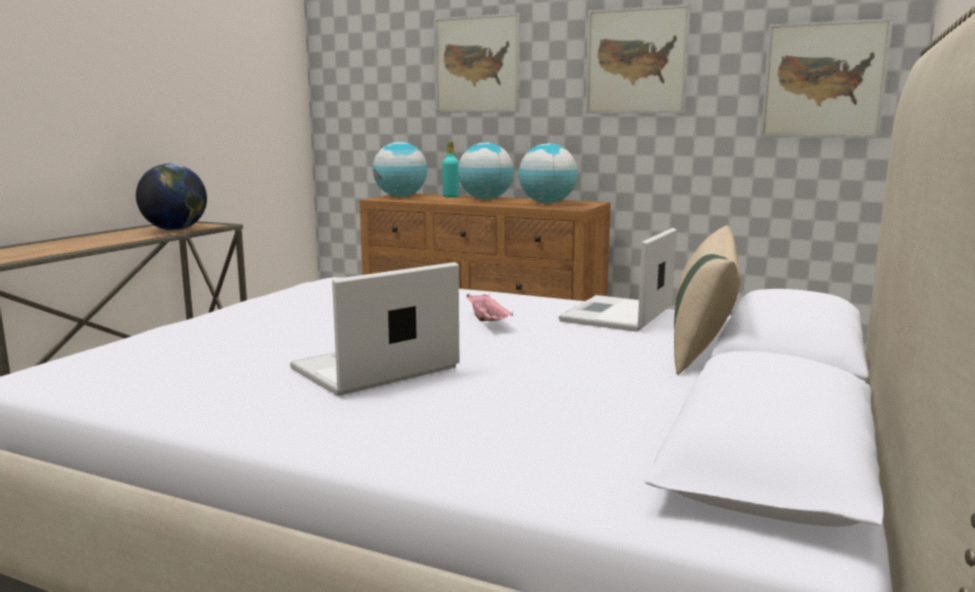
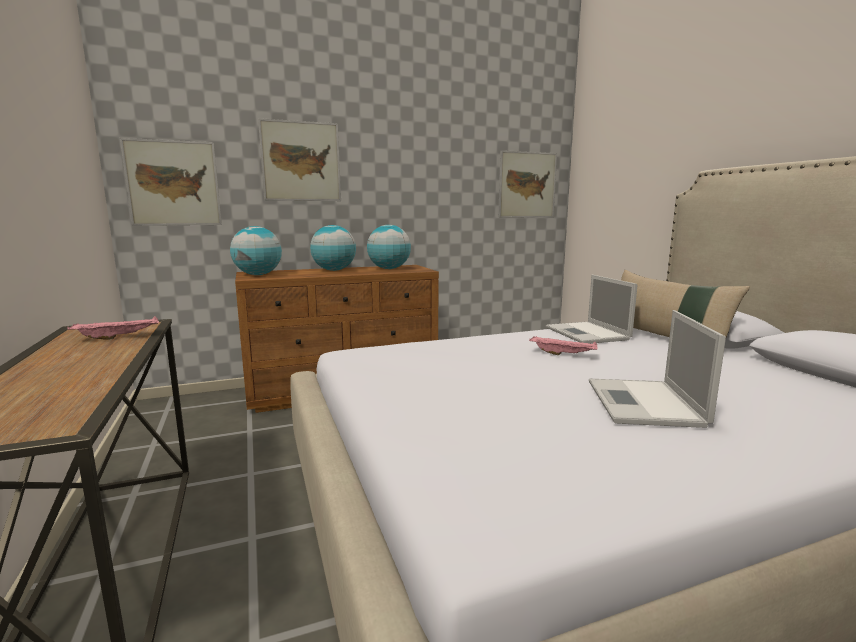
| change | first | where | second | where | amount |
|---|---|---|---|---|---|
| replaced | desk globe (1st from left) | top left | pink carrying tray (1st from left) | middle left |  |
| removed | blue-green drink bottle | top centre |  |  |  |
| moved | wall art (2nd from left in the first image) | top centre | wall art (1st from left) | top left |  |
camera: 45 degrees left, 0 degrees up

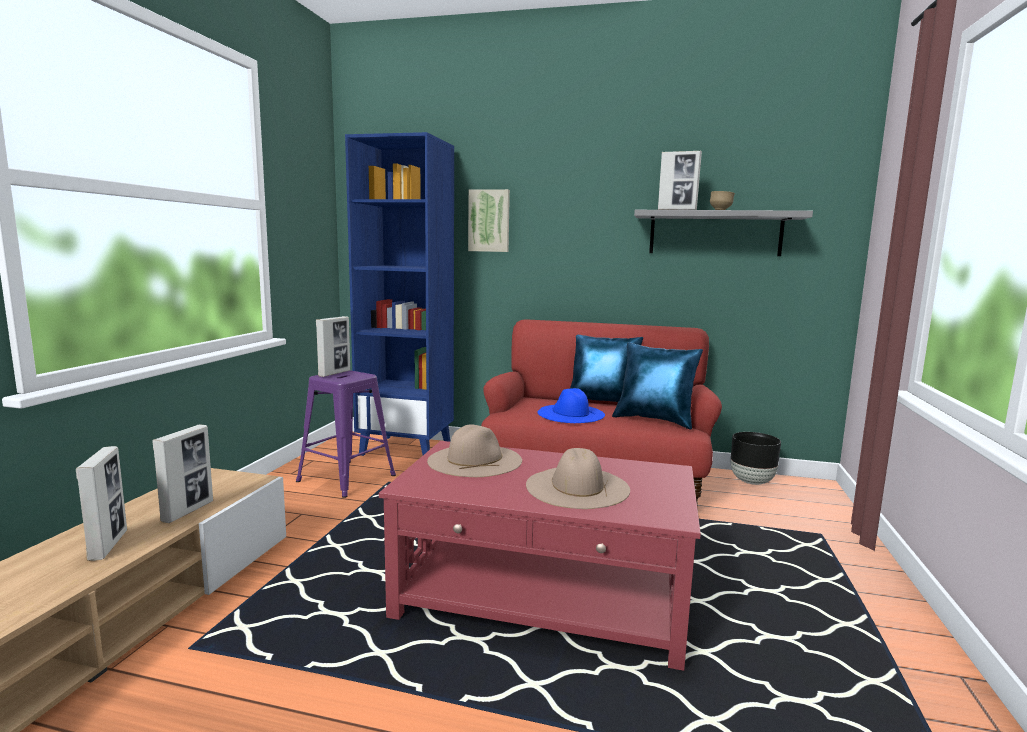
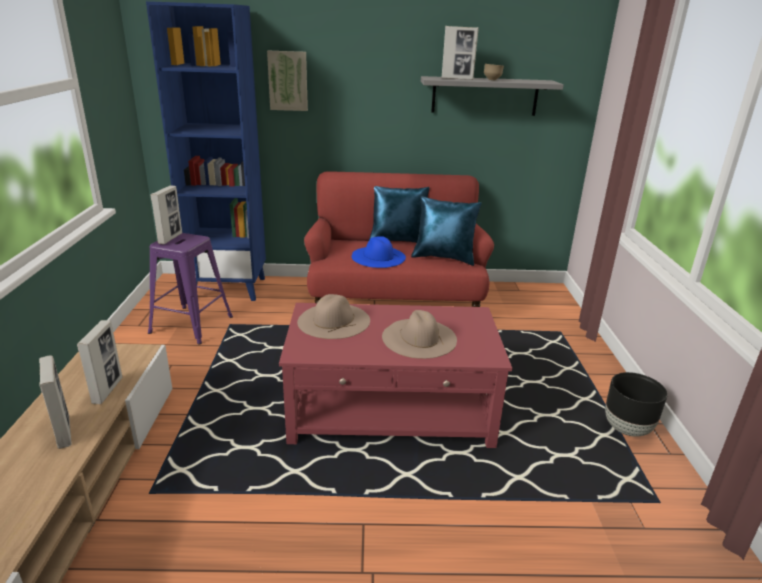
| change | first | where | second | where | amount |
|---|---|---|---|---|---|
| moved | black-coloured plant pot | middle right |  | bottom right |  |
camera: 15 degrees left, 15 degrees up

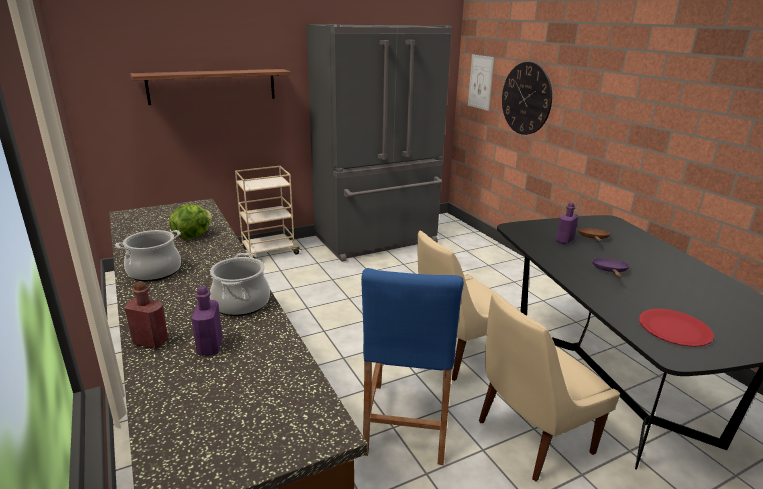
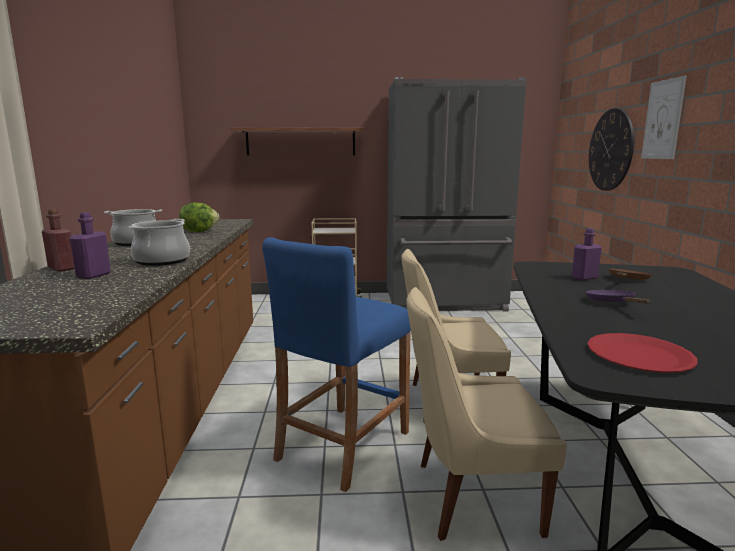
| change | first | where | second | where | amount |
|---|---|---|---|---|---|
| moved | wall art | top centre |  | top right |  |
| turned | purplish frying pan | middle right |  | middle right | 45 degrees counterclockwise |
camera: 25 degrees right, 10 degrees down

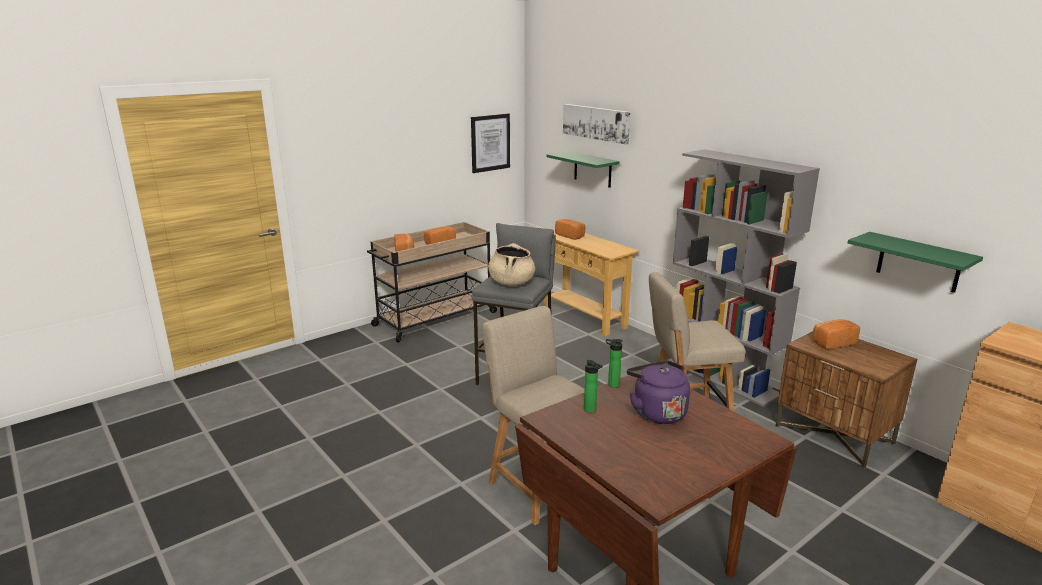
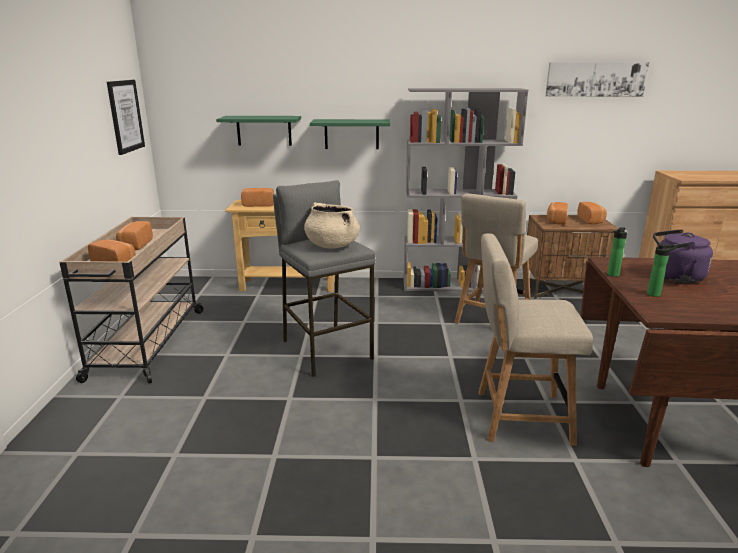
| change | first | where | second | where | amount |
|---|---|---|---|---|---|
| moved | wall art (2nd from left) | top centre |  | top right |  |
| moved | greenish wall shelf (2nd from left) | middle right |  | top centre |  |
| added |  |  | bread (5th from left) | middle right |  |
camera: 50 degrees left, 0 degrees up

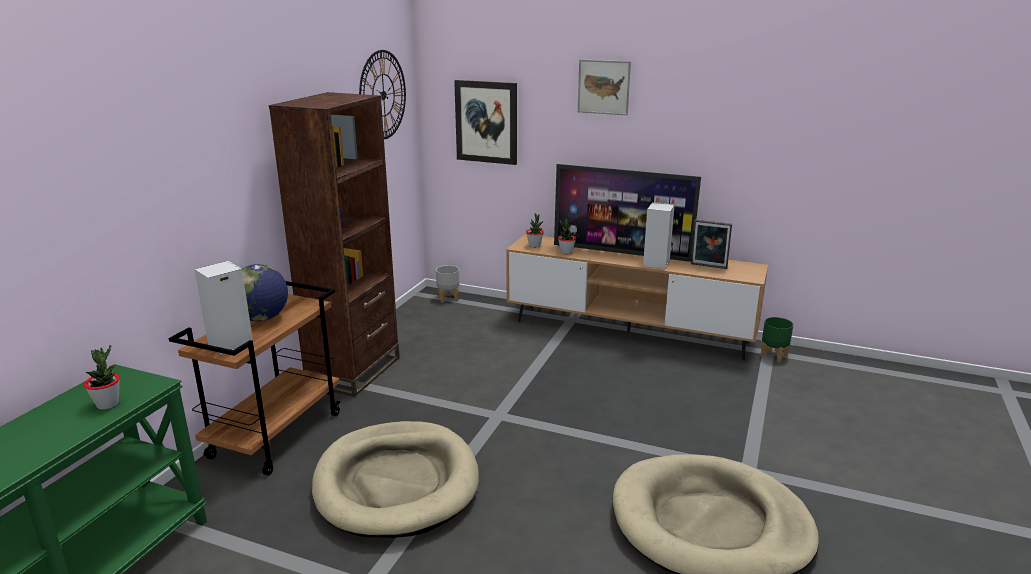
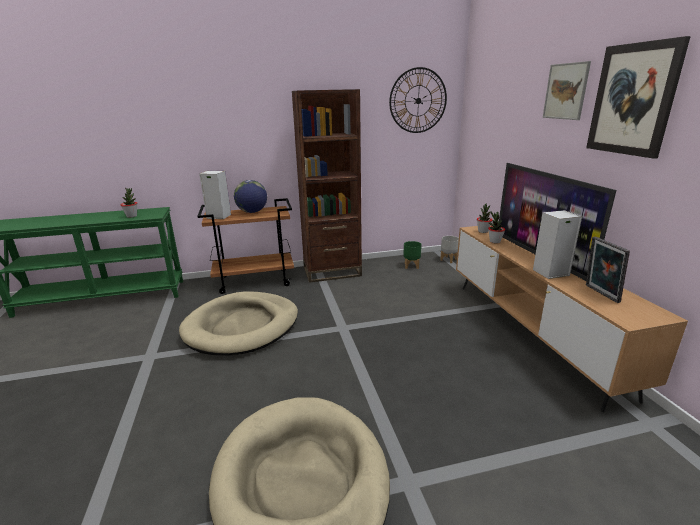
| change | first | where | second | where | amount |
|---|---|---|---|---|---|
| moved | wall art (1st from left in the first image) | top centre | wall art (2nd from left) | top right |  |
| moved | greenish plant pot | middle right |  | centre |  |
camera: 55 degrees right, 0 degrees up

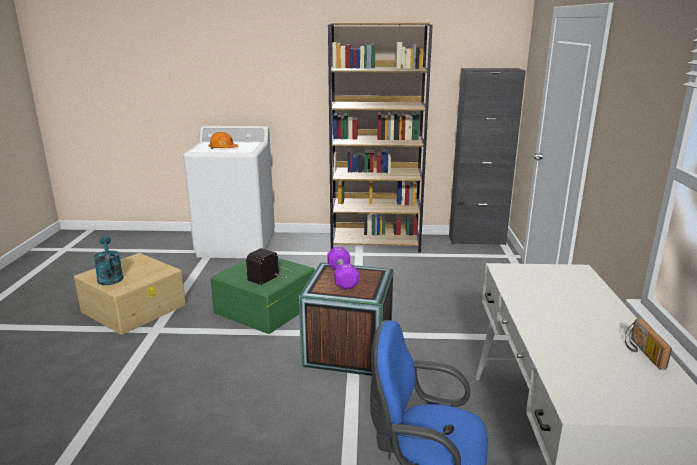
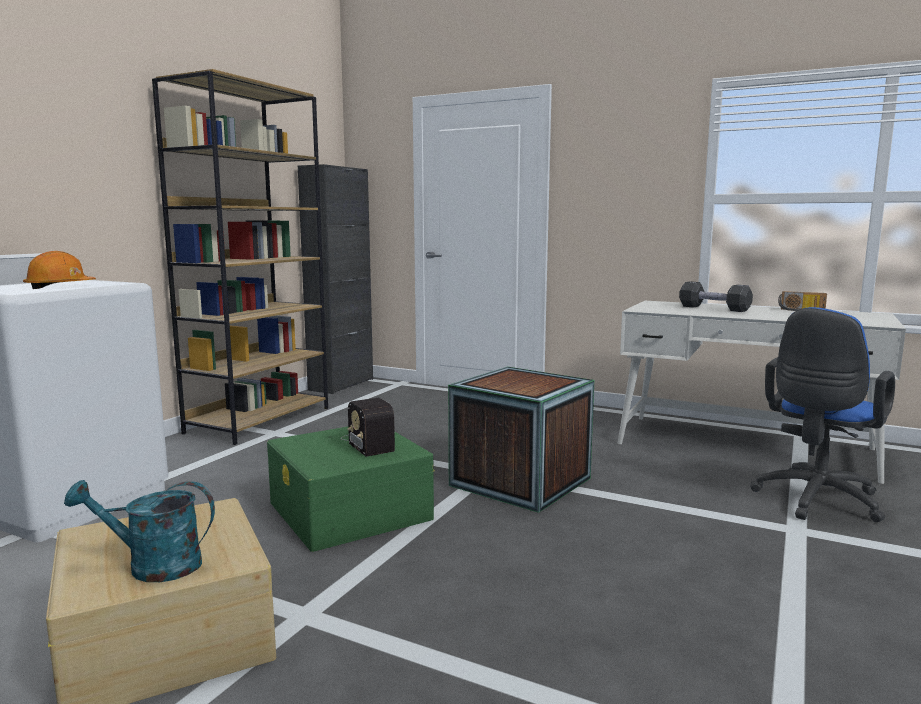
| change | first | where | second | where | amount |
|---|---|---|---|---|---|
| removed | purplish dumbbell | centre |  |  |  |
| added |  |  | black-coloured dumbbell | middle right |  |
camera: 65 degrees left, 10 degrees down

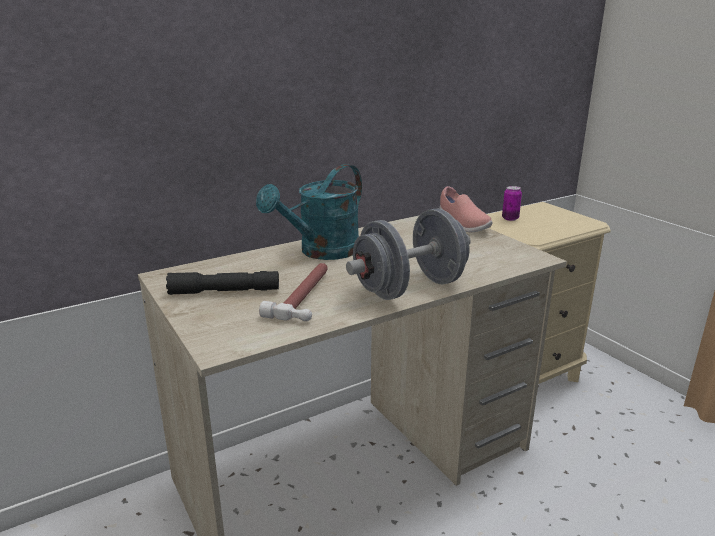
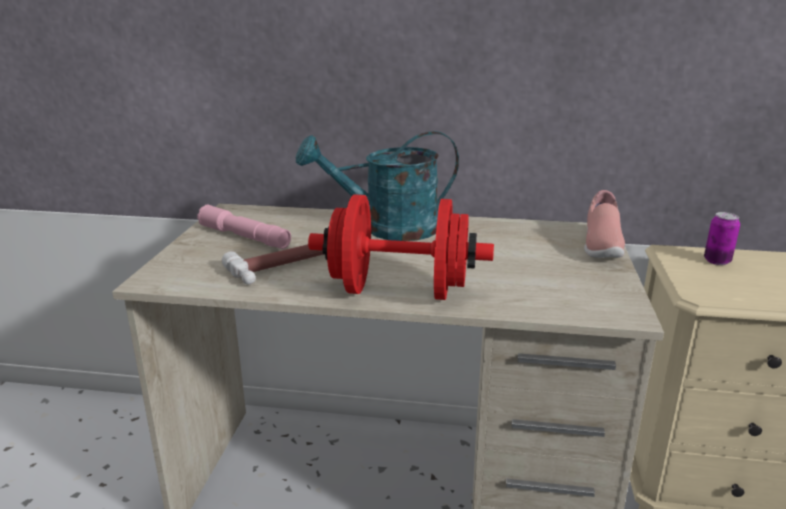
| change | first | where | second | where | amount |
|---|---|---|---|---|---|
| recoloured | black-coloured flashlight | middle left | pink flashlight | middle left |  |
| recoloured | grey dumbbell | centre | red dumbbell | centre |  |
camera: 40 degrees right, 0 degrees up

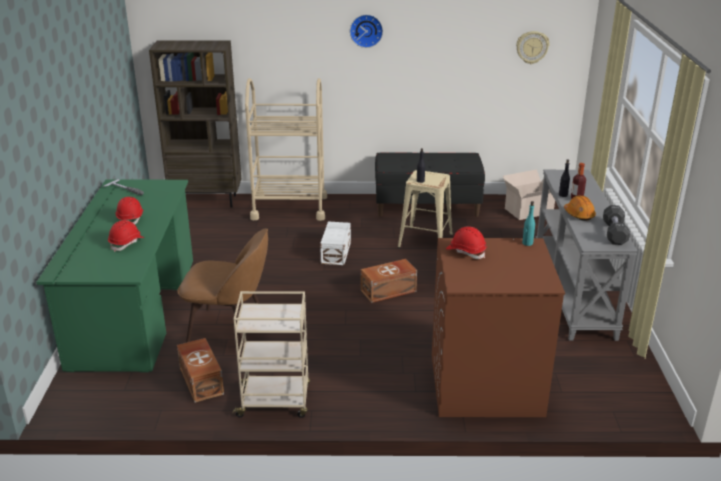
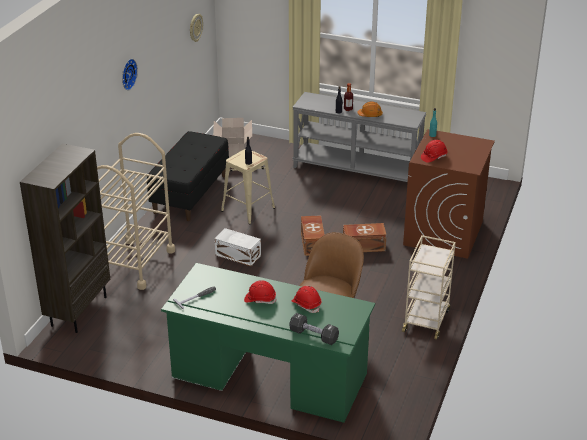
| change | first | where | second | where | amount |
|---|---|---|---|---|---|
| moved | brown-coloured storage box (1st from left in the first image) | bottom left | brown-coloured storage box (2nd from left) | centre |  |
| moved | black-coloured dumbbell | middle right |  | bottom centre |  |
camera: 70 degrees left, 5 degrees up

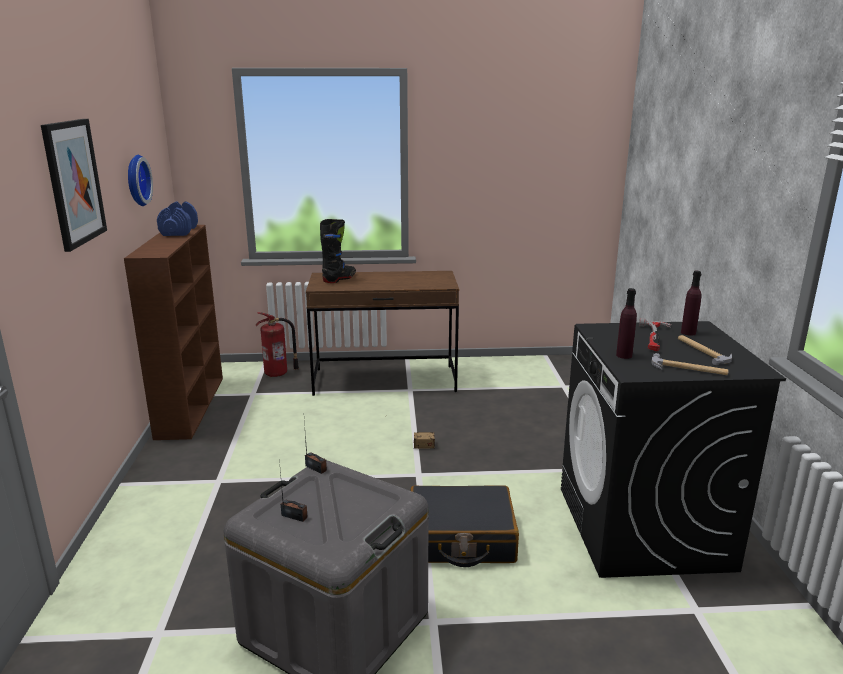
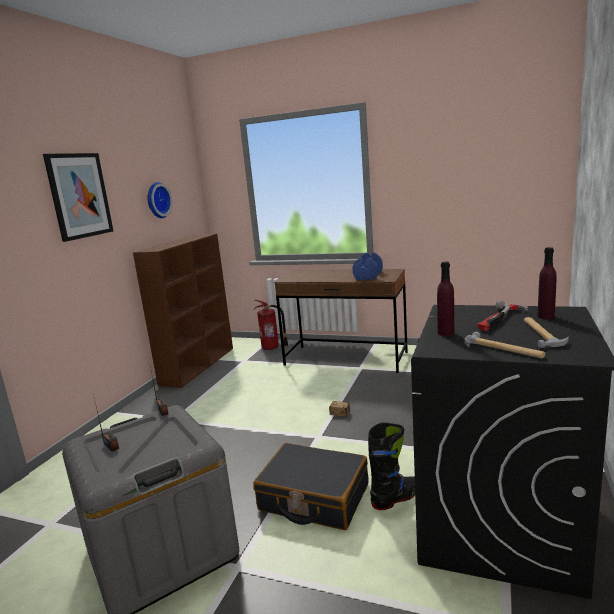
| change | first | where | second | where | amount |
|---|---|---|---|---|---|
| moved | bluish dumbbell | top left |  | centre |  |
| moved | black-coloured high-top boot | centre |  | bottom centre |  |
camera: 25 degrees right, 5 degrees down

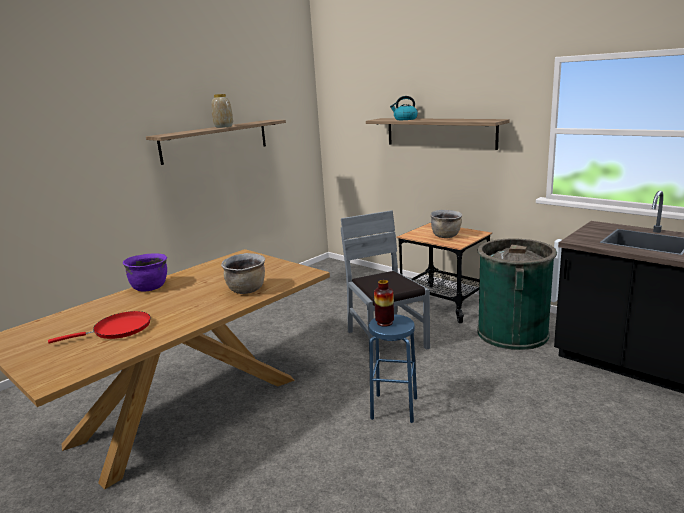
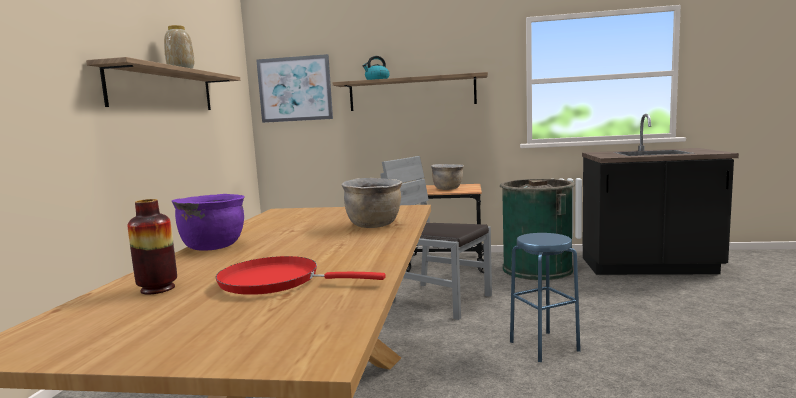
| change | first | where | second | where | amount |
|---|---|---|---|---|---|
| turned | red frying pan | middle left |  | bottom centre | 105 degrees counterclockwise |
| moved | flower vase (2nd from left in the first image) | centre | flower vase (1st from left) | middle left |  |
| added |  |  | wall art | top centre |  |
camera: 35 degrees left, 10 degrees down

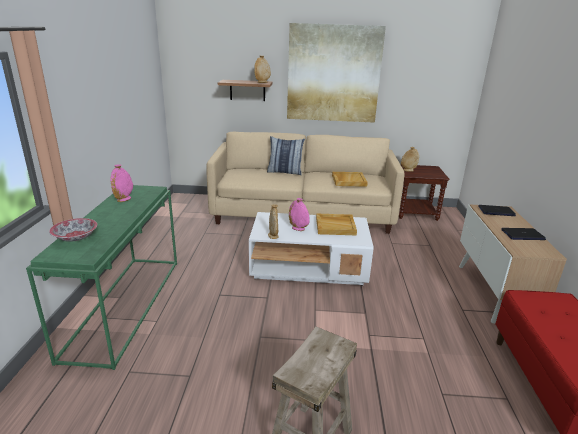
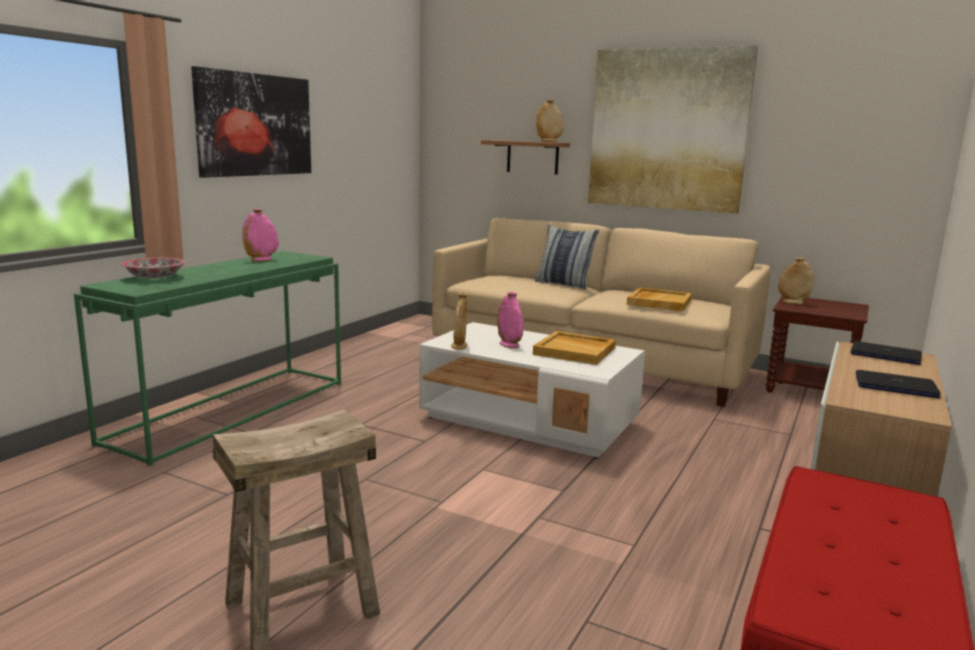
| change | first | where | second | where | amount |
|---|---|---|---|---|---|
| added |  |  | wall art (1st from left) | top left |  |
camera: 25 degrees right, 10 degrees down

